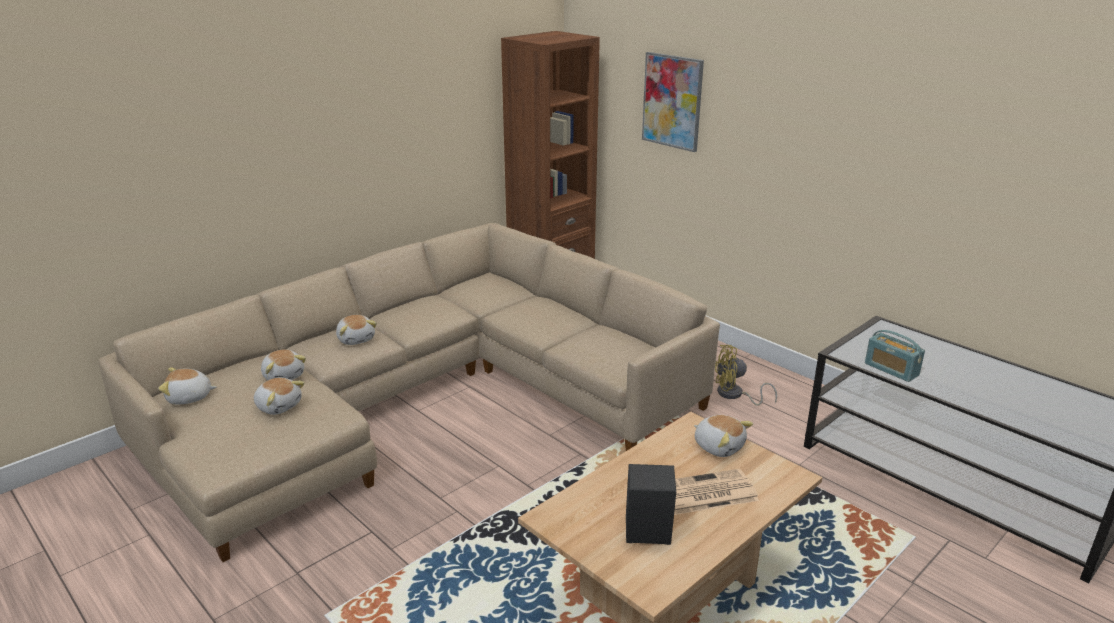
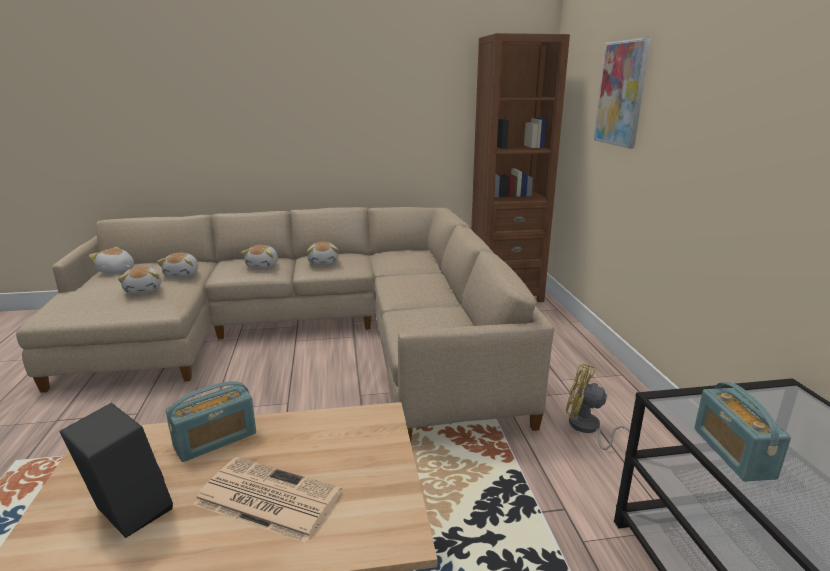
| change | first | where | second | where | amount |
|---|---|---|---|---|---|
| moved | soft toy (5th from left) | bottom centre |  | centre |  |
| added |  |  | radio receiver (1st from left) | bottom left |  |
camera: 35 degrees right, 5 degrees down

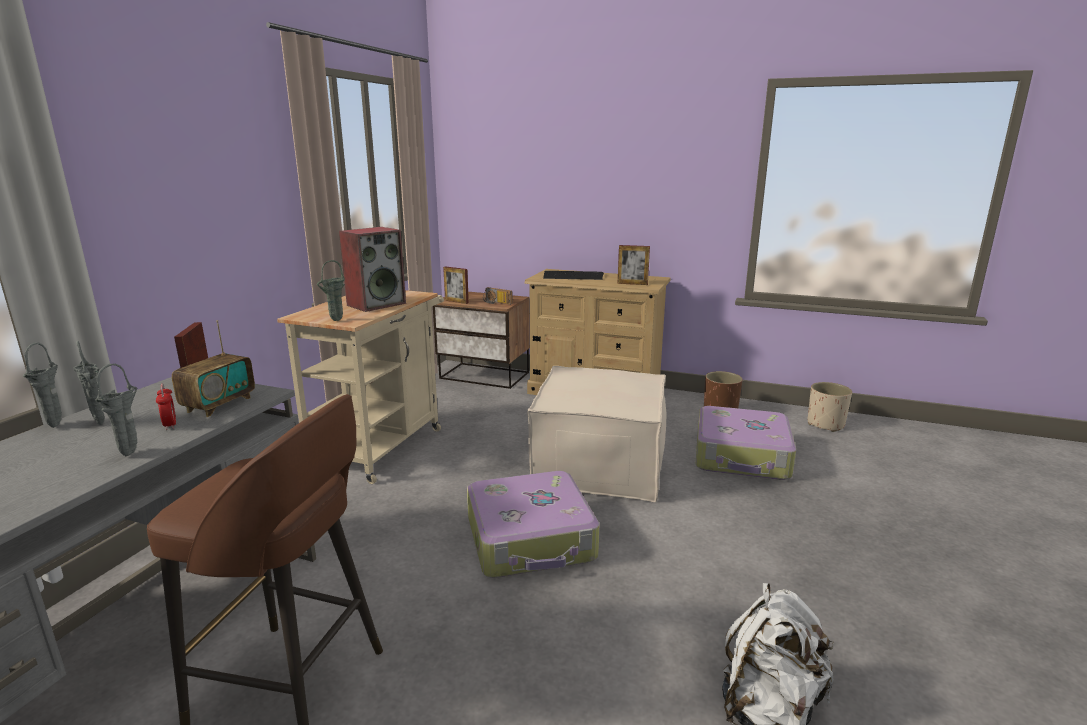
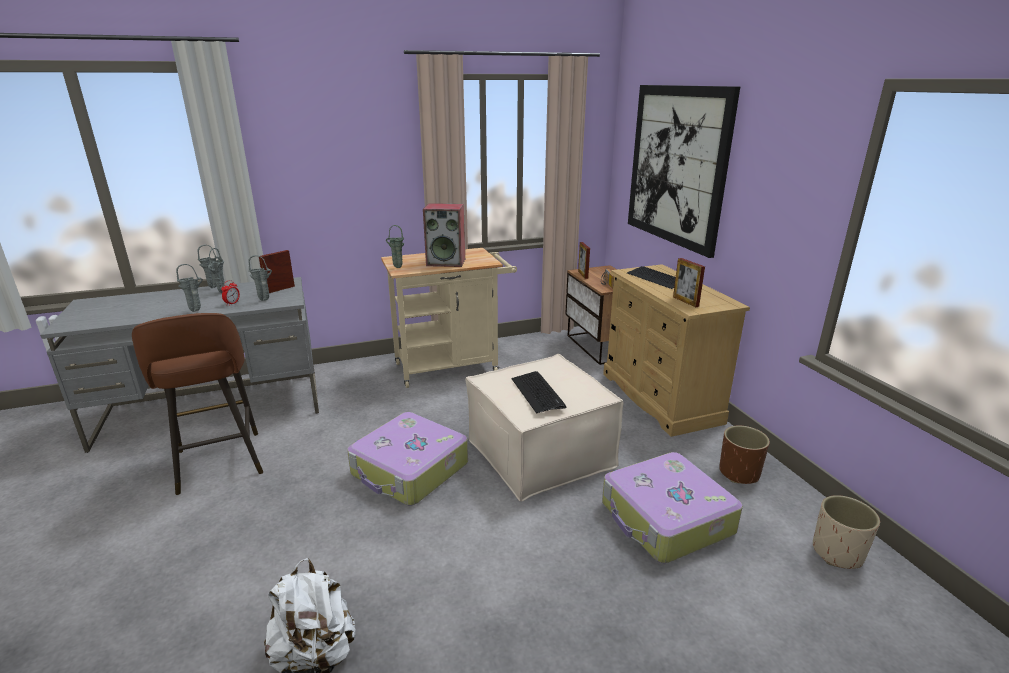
| change | first | where | second | where | amount |
|---|---|---|---|---|---|
| replaced | radio receiver (1st from left) | middle left | grey flower vase (4th from left) | middle left |  |
| added |  |  | keyboard (1st from left) | centre |  |
| added |  |  | wall art | top right |  |
camera: 50 degrees right, 5 degrees up

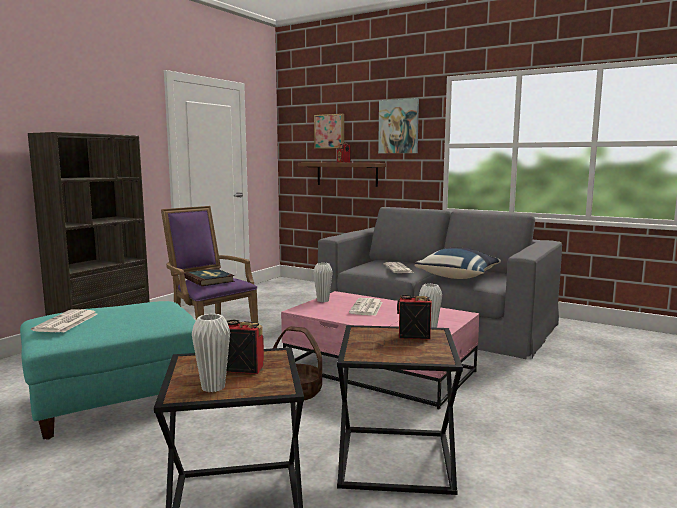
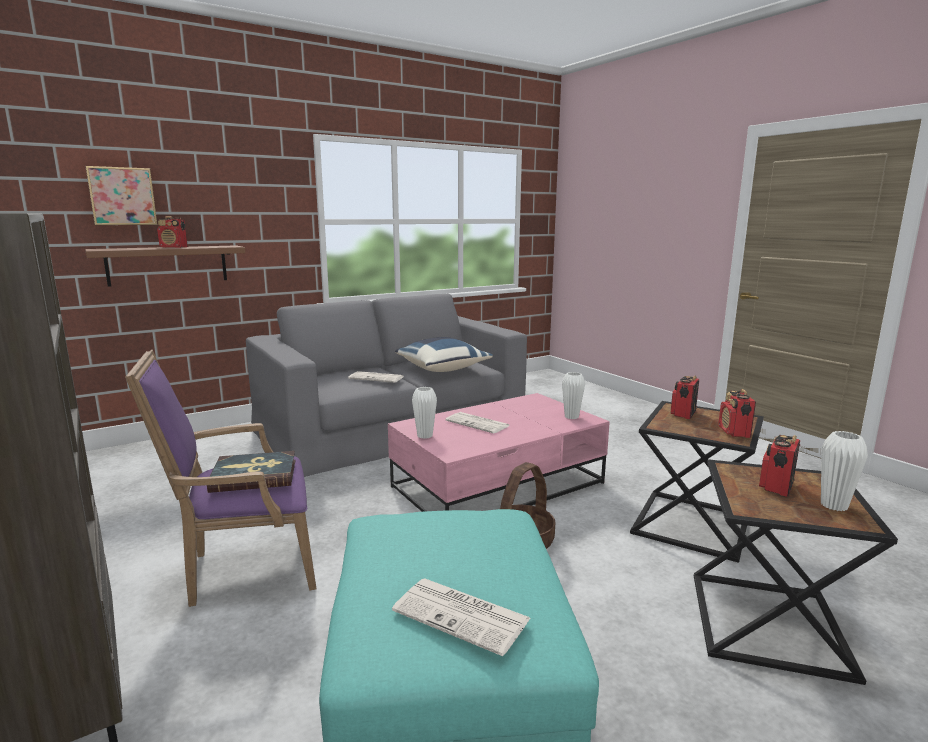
| change | first | where | second | where | amount |
|---|---|---|---|---|---|
| removed | wall art (2nd from left) | top centre |  |  |  |
| added |  |  | radio receiver (3rd from left) | middle right |  |
camera: 65 degrees left, 5 degrees up

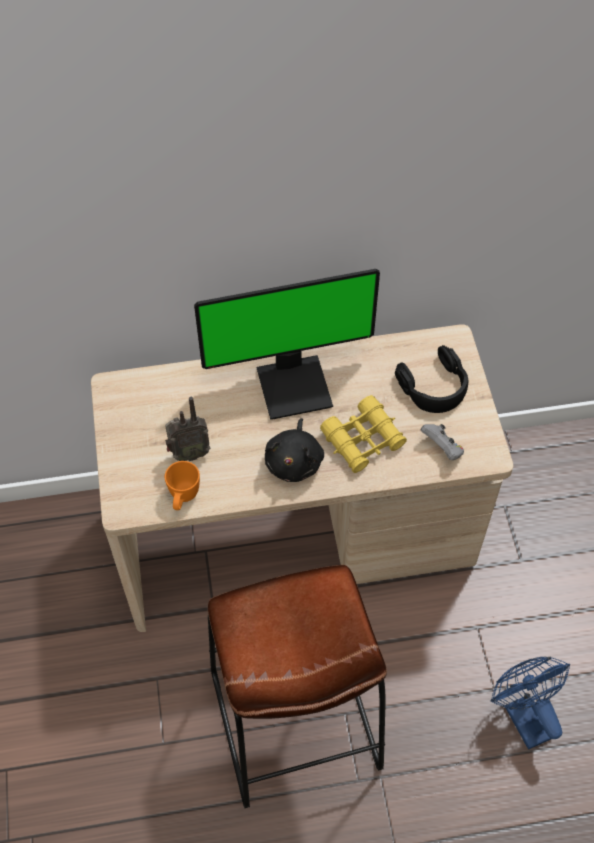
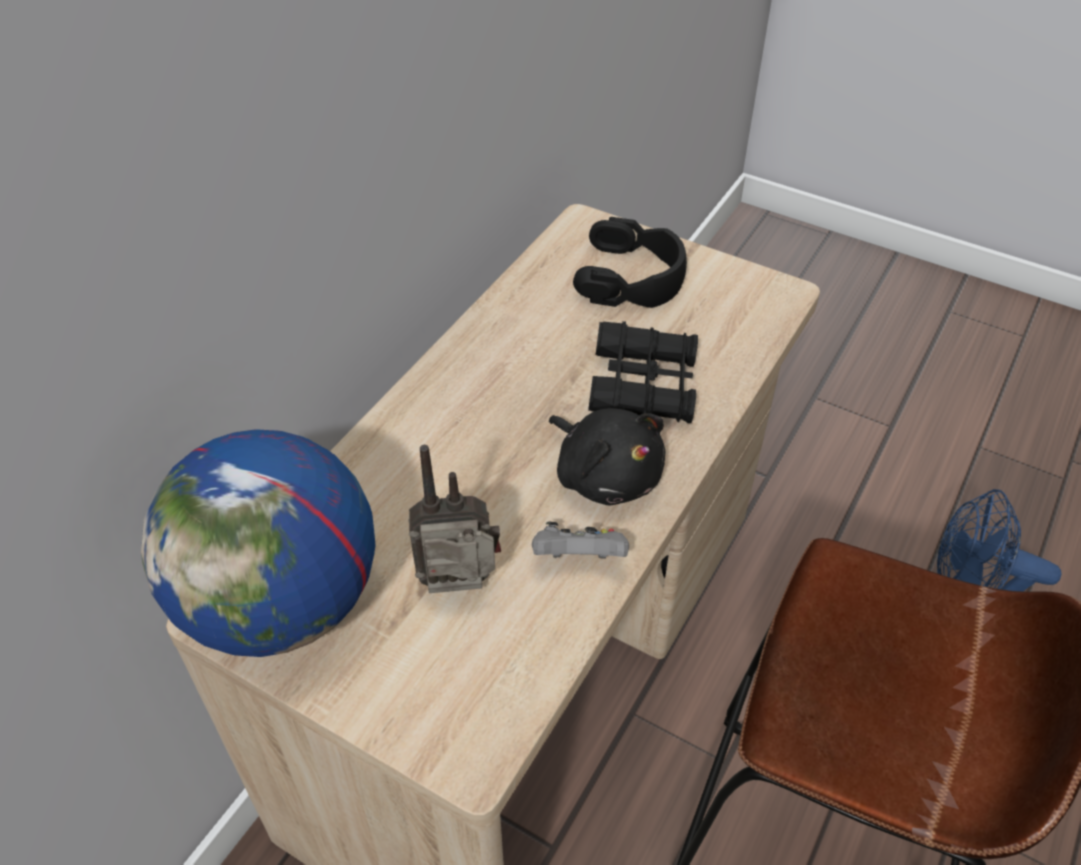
| change | first | where | second | where | amount |
|---|---|---|---|---|---|
| turned | radio receiver | middle left |  | centre | 120 degrees counterclockwise |
| removed | orange coffee mug | middle left |  |  |  |
| removed | computer screen | centre |  |  |  |
| recoloured | yellow-coloured binoculars | centre | black-coloured binoculars | centre |  |
| moved | grey game controller | middle right |  | centre |  |
| added |  |  | desk globe | middle left |  |
camera: 50 degrees left, 10 degrees down

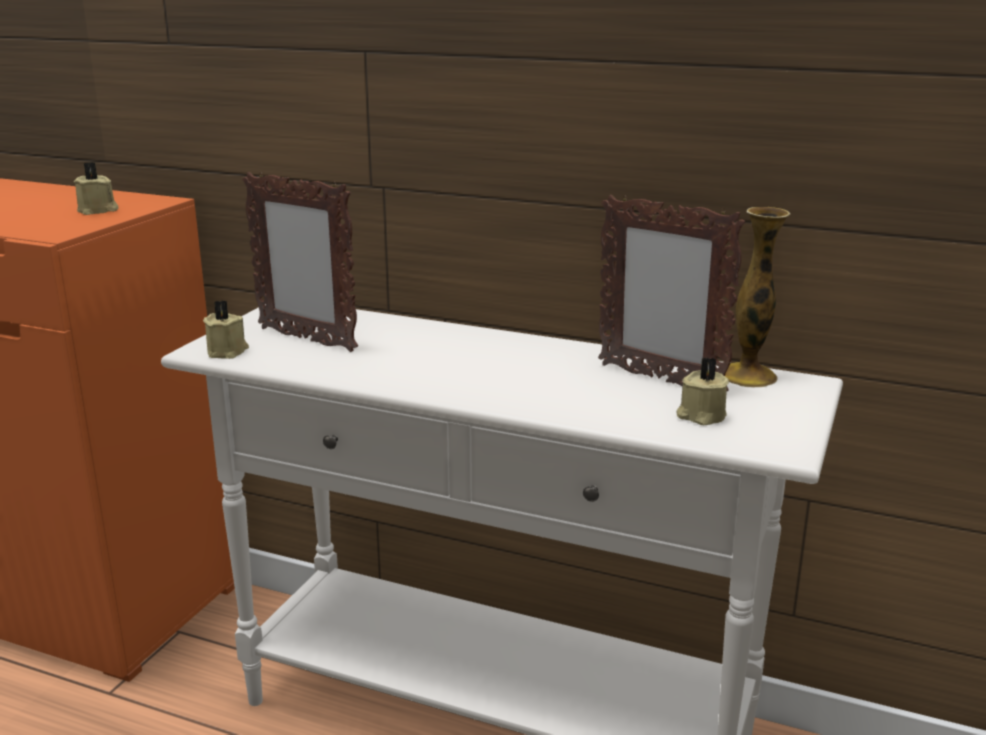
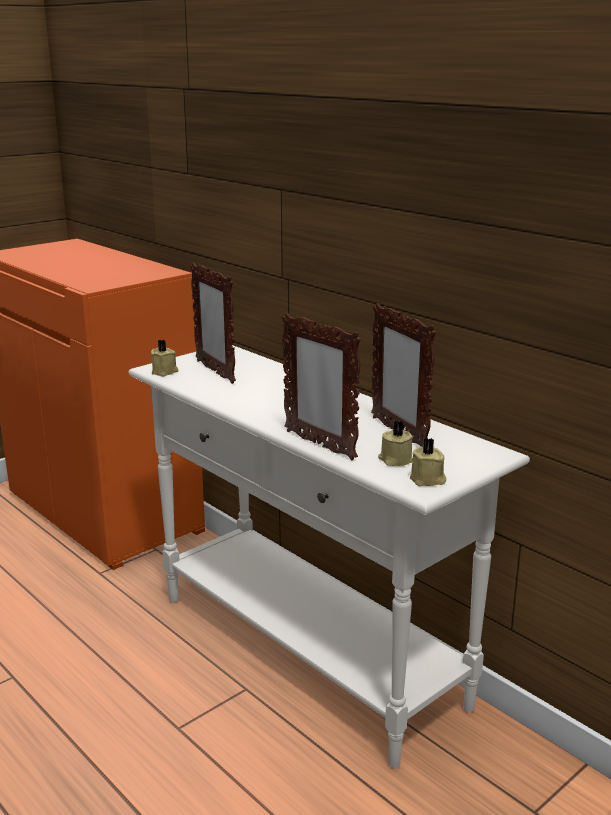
| change | first | where | second | where | amount |
|---|---|---|---|---|---|
| moved | sand-coloured wax candle (1st from left in the first image) | top left | sand-coloured wax candle (3rd from left) | middle right |  |
| removed | flower vase | middle right |  |  |  |
| added |  |  | picture frame (2nd from left) | centre |  |
camera: 25 degrees right, 0 degrees up

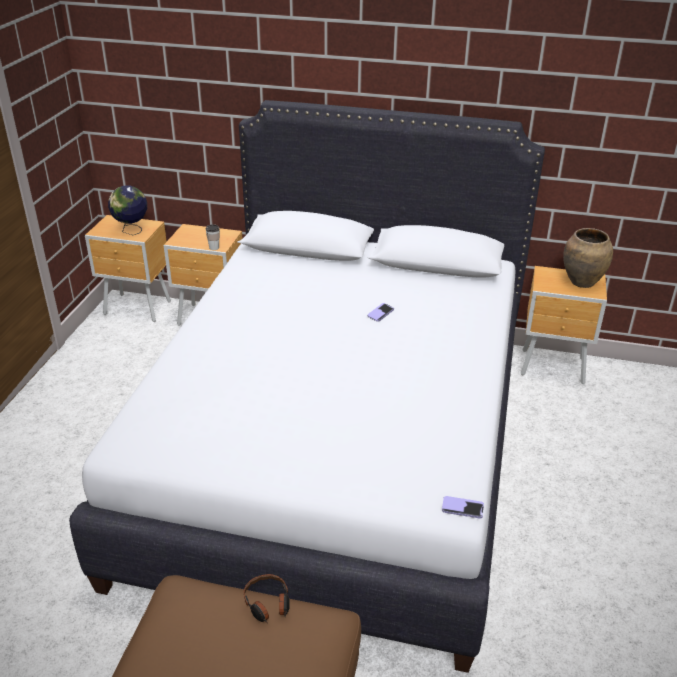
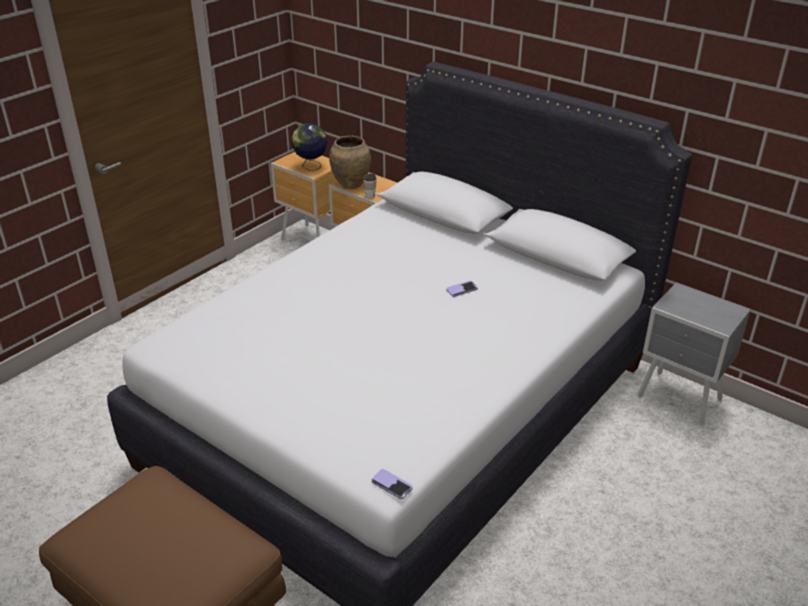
| change | first | where | second | where | amount |
|---|---|---|---|---|---|
| removed | headset | bottom centre |  |  |  |
| recoloured | brown-coloured nightstand (3rd from left) | middle right | grey nightstand | middle right |  |
| moved | brown-coloured flower vase | middle right |  | top centre |  |
camera: 25 degrees right, 0 degrees up

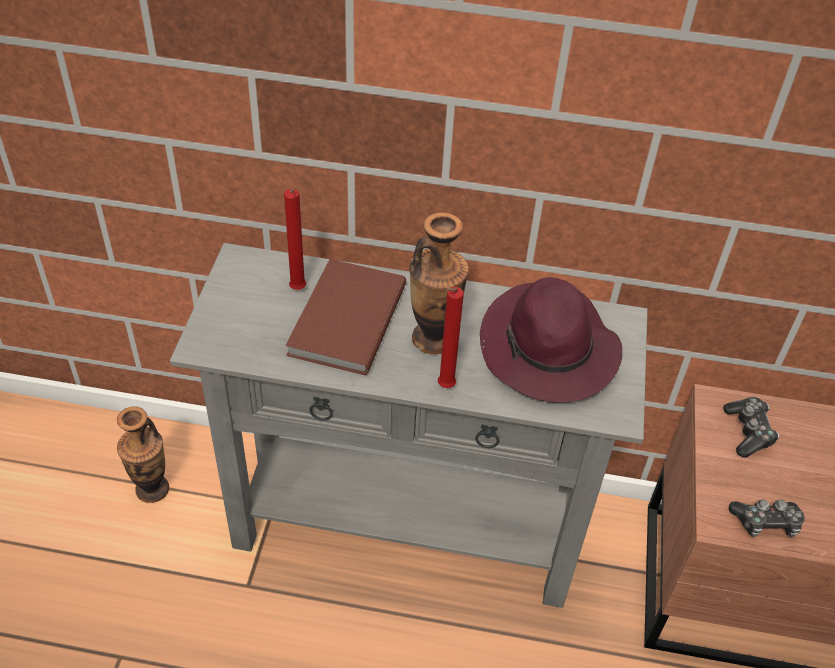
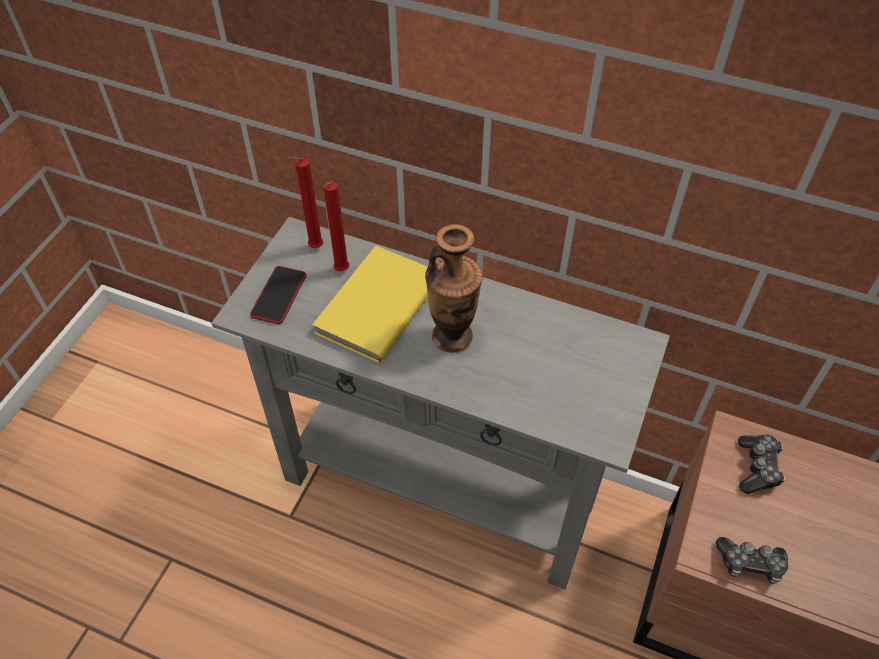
| change | first | where | second | where | amount |
|---|---|---|---|---|---|
| removed | flower vase (1st from left) | bottom left |  |  |  |
| recoloured | brown-coloured book | centre | yellow-coloured book | centre |  |
| moved | red wax candle (2nd from left in the first image) | centre | red wax candle (1st from left) | top centre |  |
| removed | purplish wearable hat | centre |  |  |  |
| added |  |  | handset | middle left |  |
camera: 15 degrees right, 5 degrees up

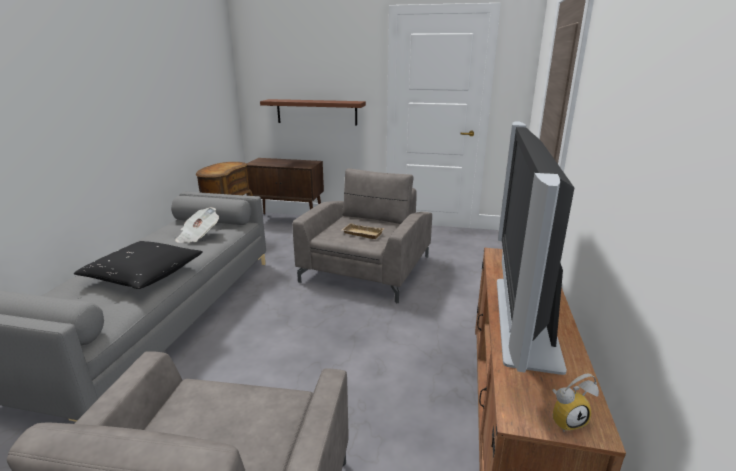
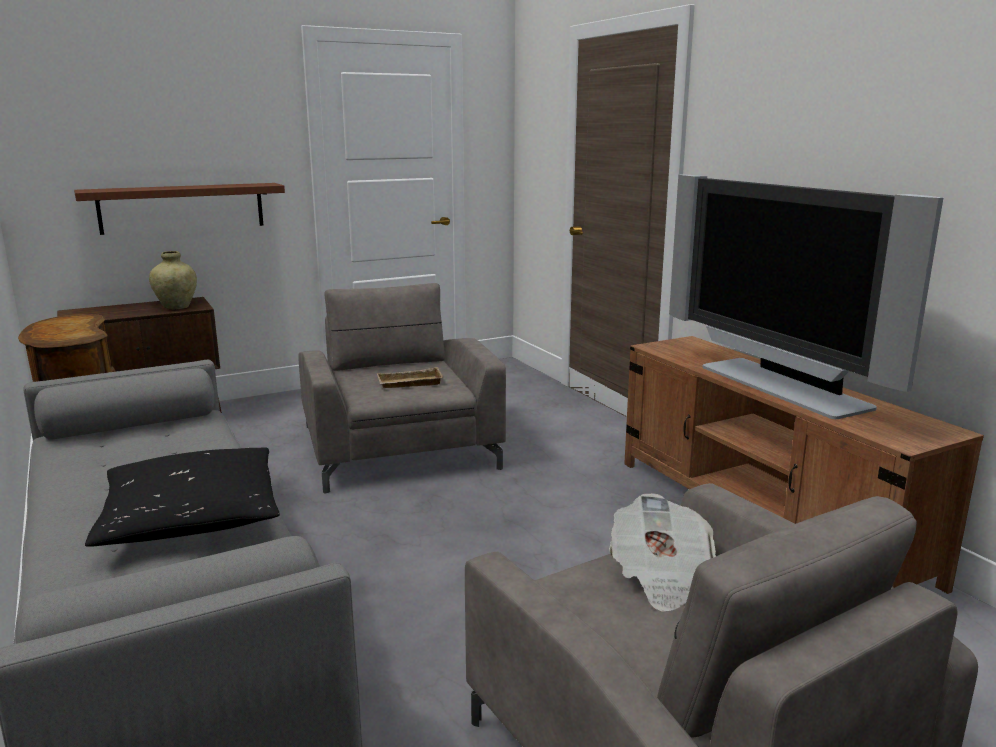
| change | first | where | second | where | amount |
|---|---|---|---|---|---|
| moved | newspaper | middle left |  | bottom centre |  |
| removed | alarm clock | bottom right |  |  |  |
| added |  |  | sand-coloured flower vase | middle left |  |
camera: 40 degrees left, 5 degrees down

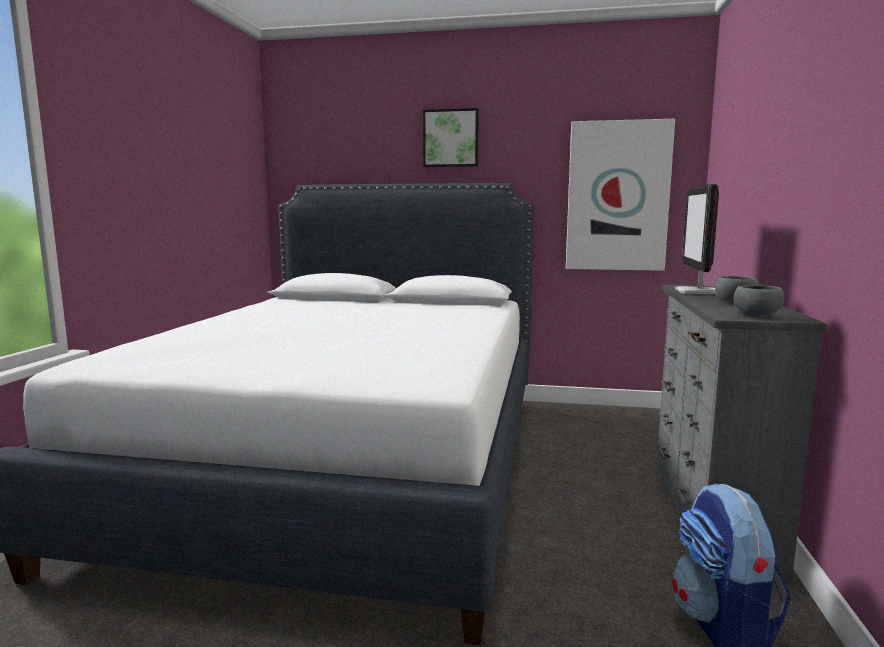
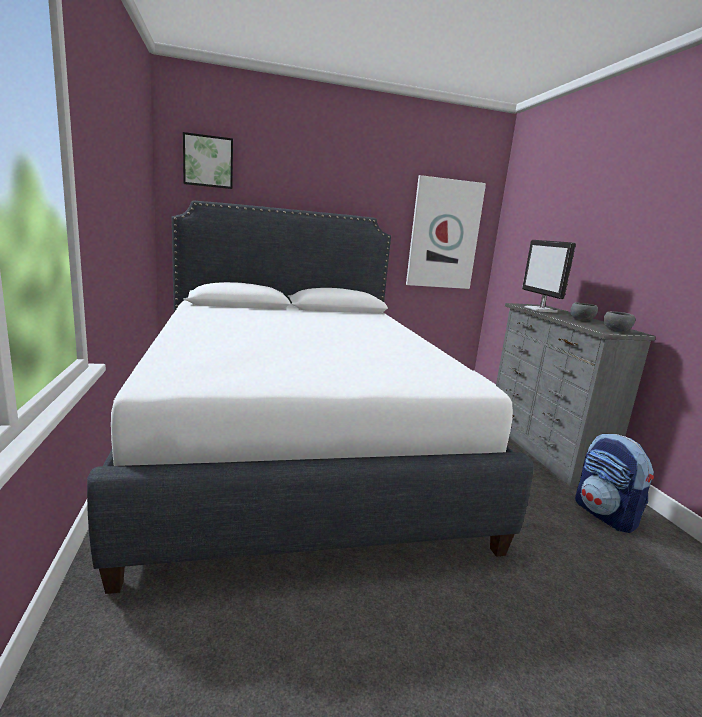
| change | first | where | second | where | amount |
|---|---|---|---|---|---|
| moved | wall art (1st from left) | top centre |  | top left |  |
camera: 25 degrees left, 5 degrees up

